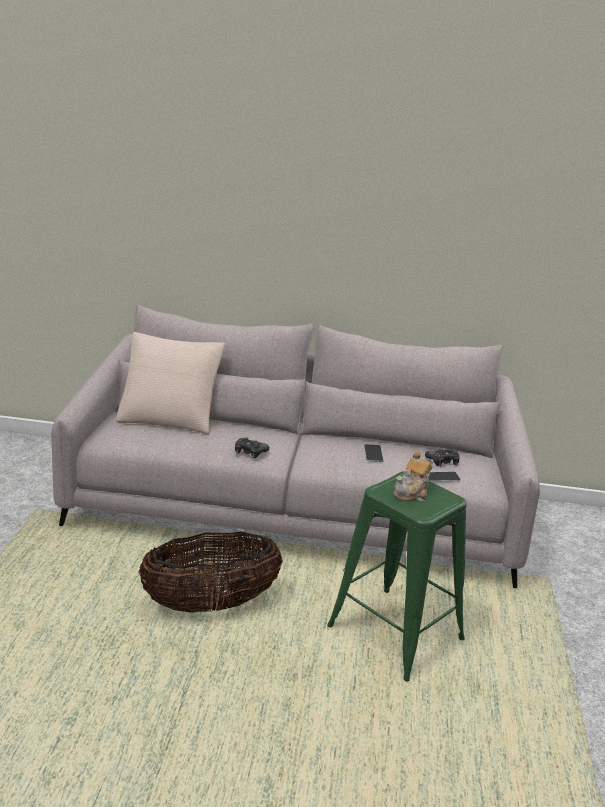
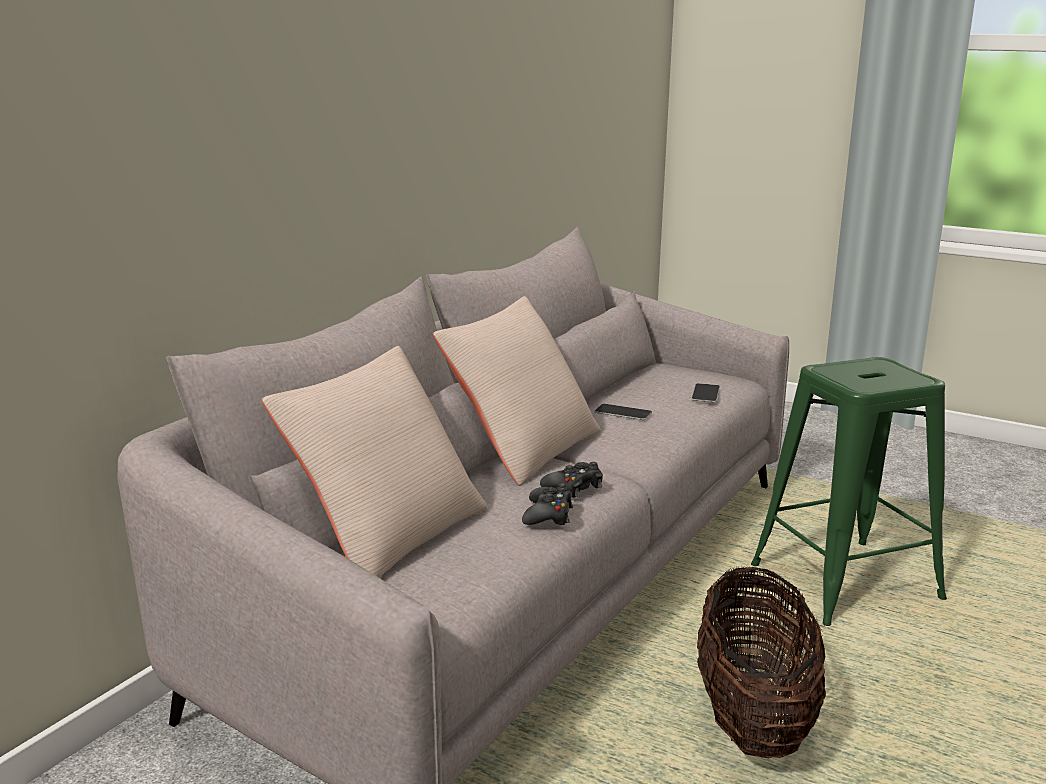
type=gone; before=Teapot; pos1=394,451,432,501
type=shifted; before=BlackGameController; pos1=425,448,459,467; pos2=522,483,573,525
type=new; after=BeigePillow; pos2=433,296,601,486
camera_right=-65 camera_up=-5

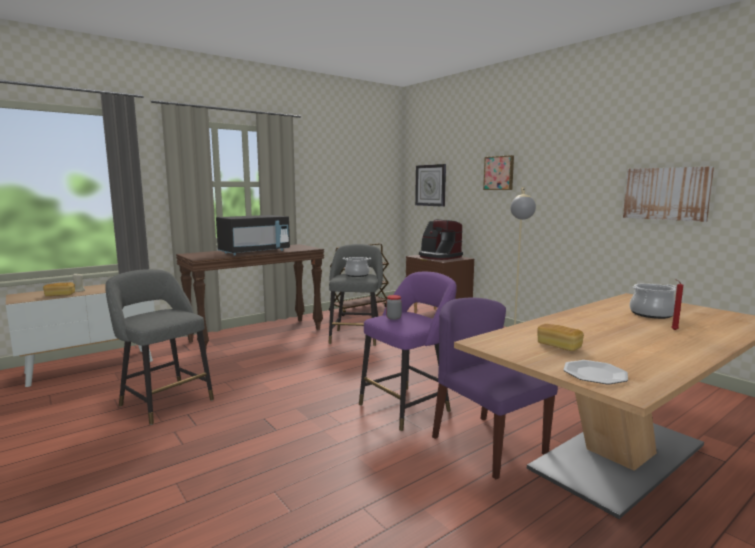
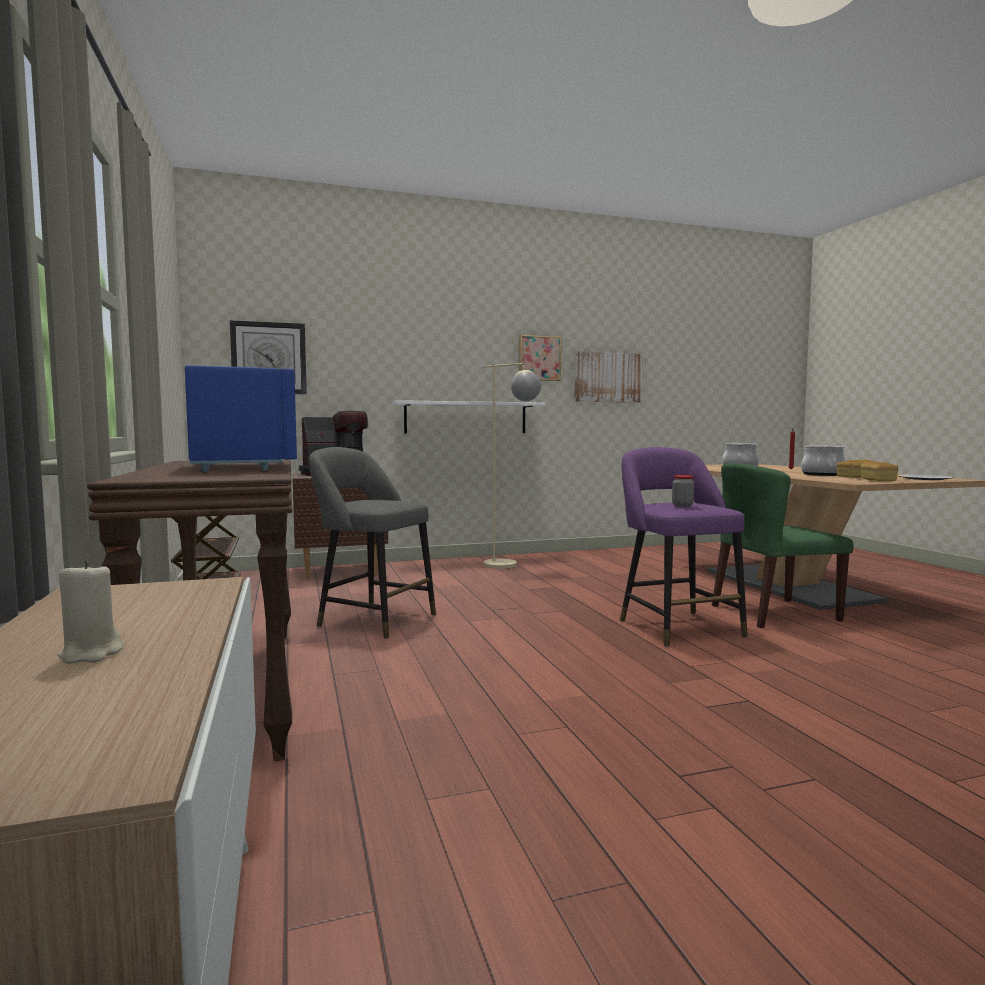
type=shifted; before=Bread; pos1=43,282,75,296; pos2=860,461,898,481
type=gone; before=GreyStool; pos1=105,269,214,425
type=repainted; before=BlackMicrowave; after=BlueMicrowave; pos1=216,215,290,256; pos2=185,365,297,472
type=shifted; before=CookingPot; pos1=343,257,371,277; pos2=801,445,846,476
type=repainted; before=PurpleChair; after=GreenChair; pos1=432,297,558,479; pos2=712,463,853,628
type=shifted; before=Picture; pos1=483,155,514,190; pos2=519,335,561,381
type=new; after=WhiteShelf; pos2=392,400,545,433
camera_right=-70 camera_up=-5

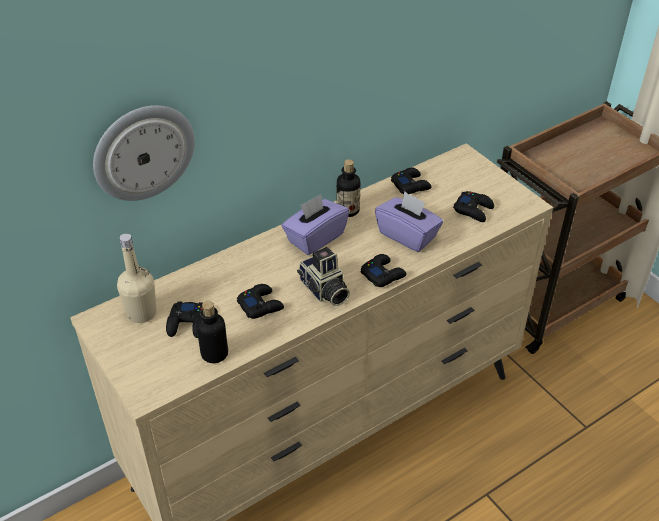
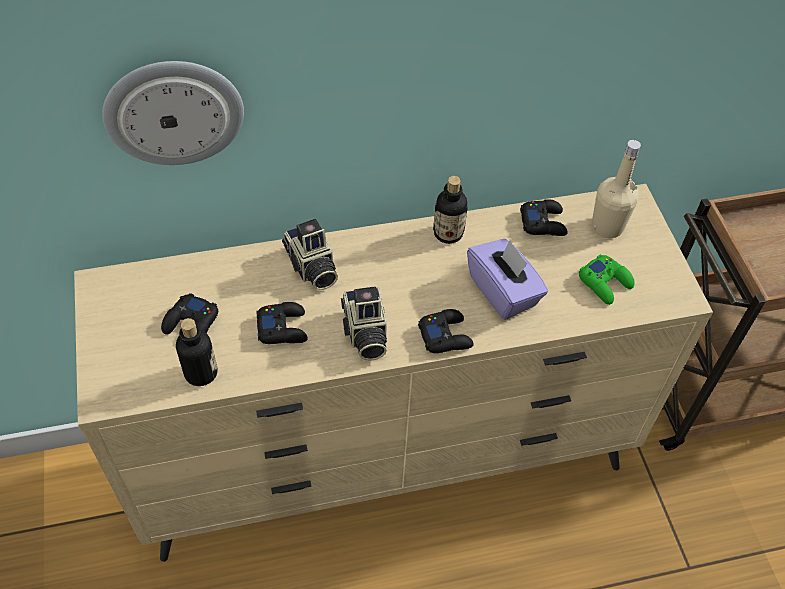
type=shifted; before=BeigeBottle; pos1=117,233,156,323; pos2=592,140,641,238
type=gone; before=PurpleTissueBox; pos1=282,194,349,255
type=repainted; before=BlackGameController; after=GreenGameController; pos1=453,191,494,222; pos2=579,254,635,305
type=new; after=PhotoCamera; pos2=282,219,338,290
camera_right=20 camera_up=10

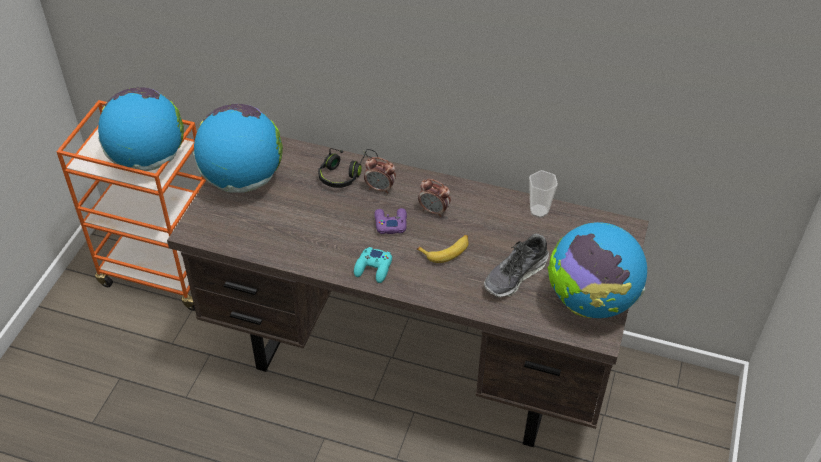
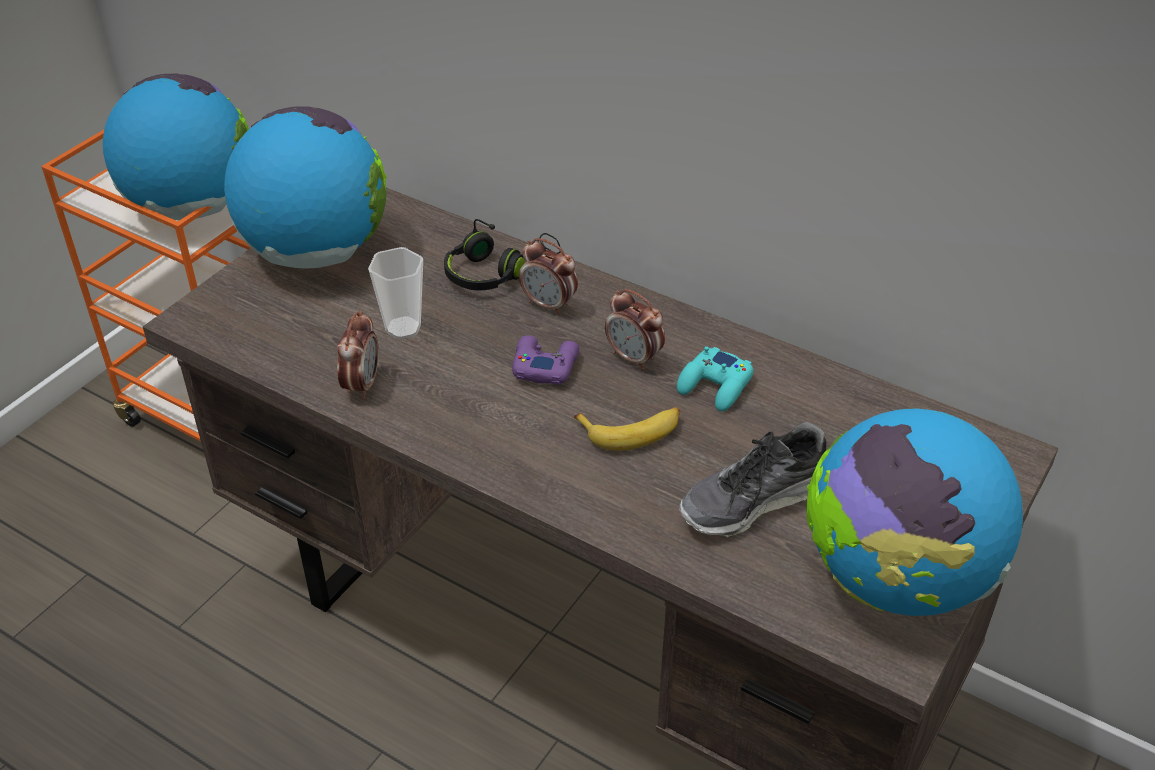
type=shifted; before=TurquoiseGameController; pos1=354,247,392,283; pos2=677,346,753,411
type=shifted; before=Cup; pos1=529,170,558,218; pos2=368,247,423,339
type=new; after=AlarmClock; pos2=337,311,379,399
camera_right=15 camera_up=-5

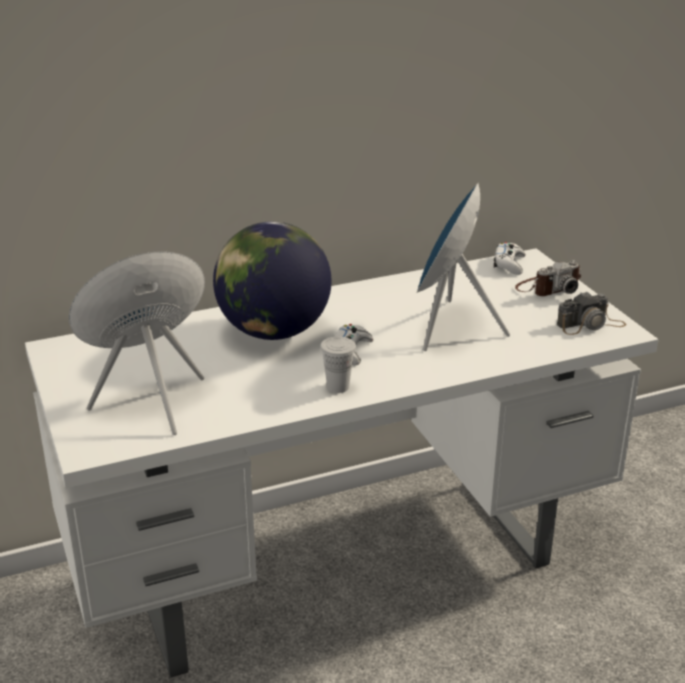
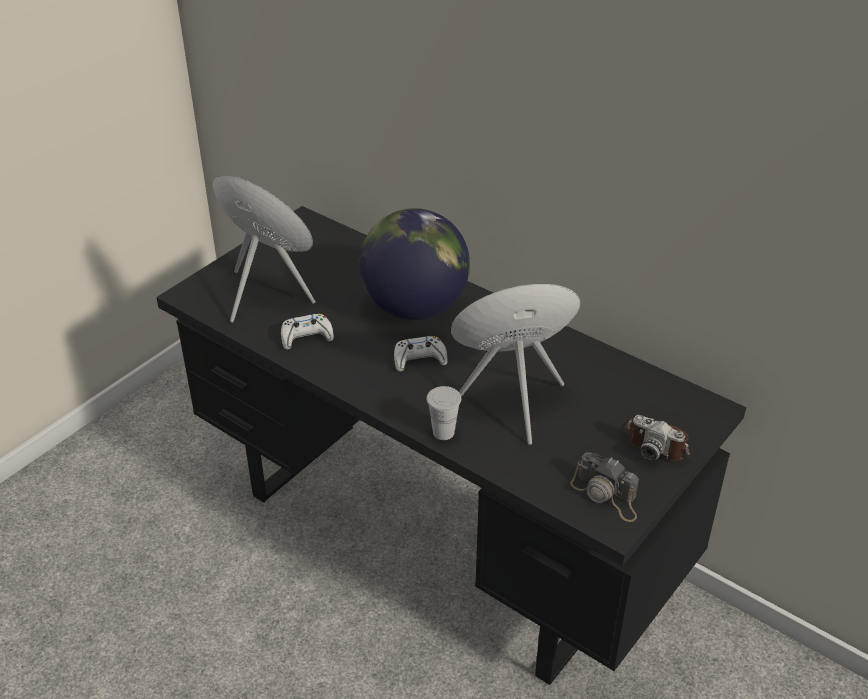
type=repainted; before=WhiteDesk; after=BlackDesk; pos1=25,248,659,678; pos2=156,206,746,685
type=shifted; before=WhiteCup; pos1=320,336,356,393; pos2=426,386,461,440
type=shifted; before=WhiteGameController; pos1=494,242,526,275; pos2=281,314,334,350
camera_right=60 camera_up=10

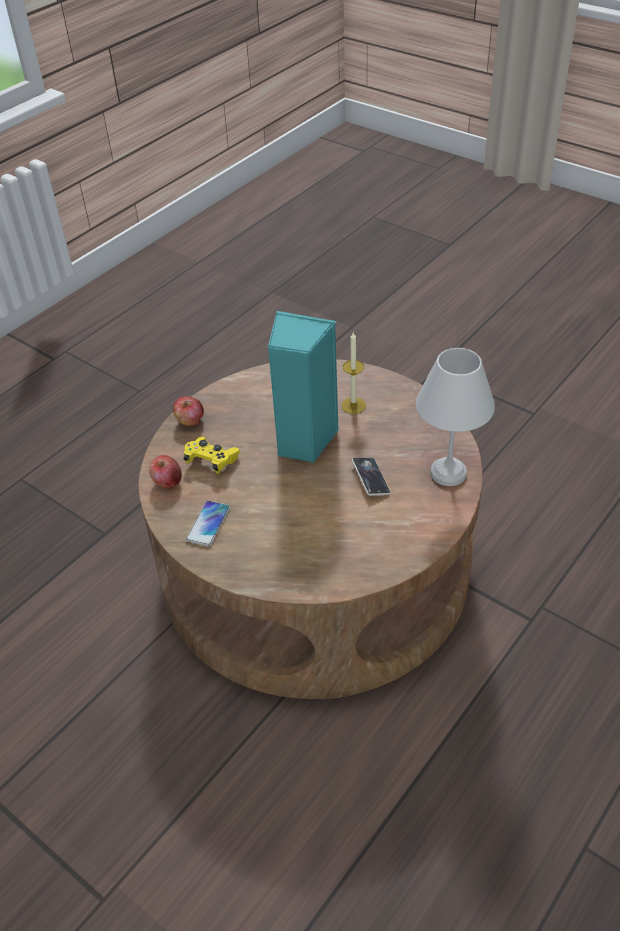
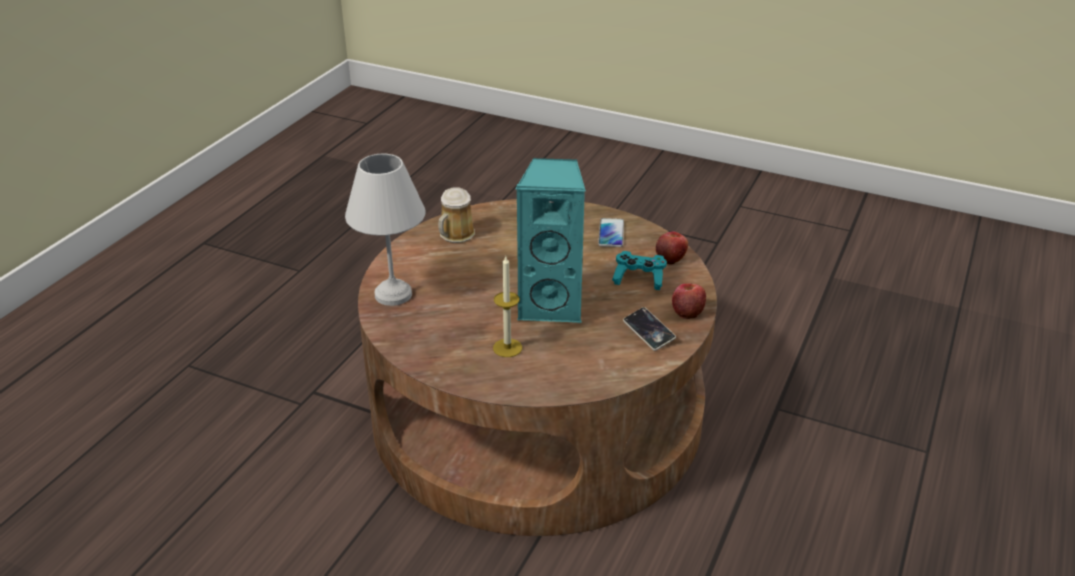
type=repainted; before=YellowGameController; after=TurquoiseGameController; pos1=183,437,240,474; pos2=612,251,667,290
type=shifted; before=Phone; pos1=352,457,391,496; pos2=623,307,676,351
type=new; after=Mug; pos2=438,187,475,243
camera_right=165 camera_up=-10

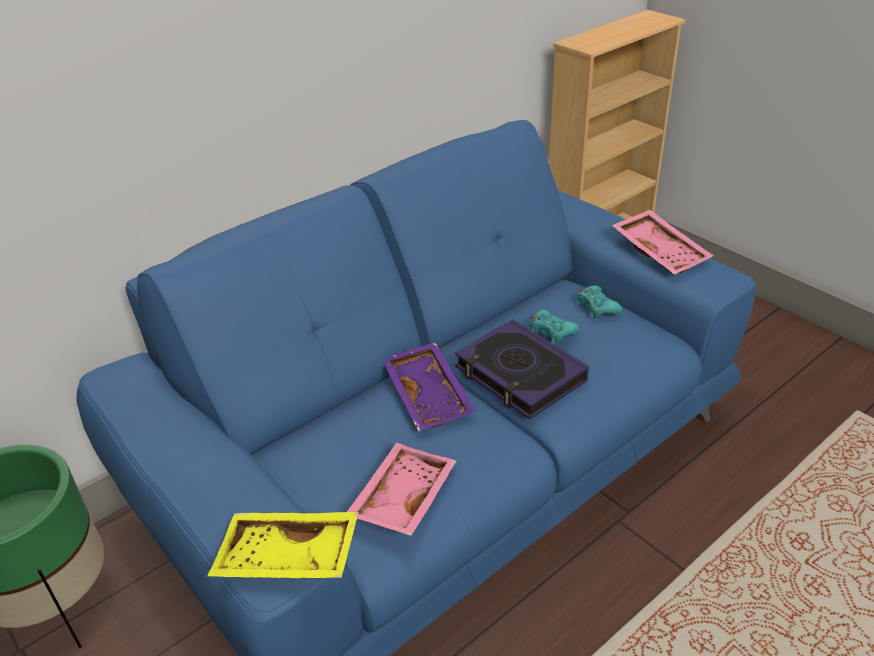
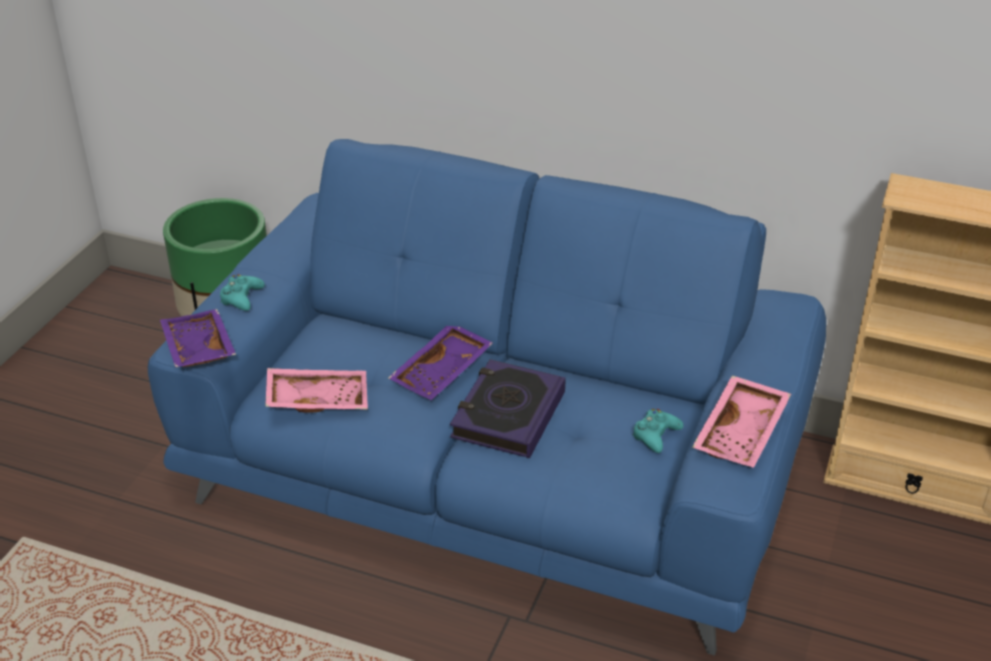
type=repainted; before=YellowTray; after=PurpleTray; pos1=208,512,359,578; pos2=160,309,236,368
type=shifted; before=TurquoiseGameController; pos1=530,310,579,344; pos2=220,274,265,311
camera_right=60 camera_up=0

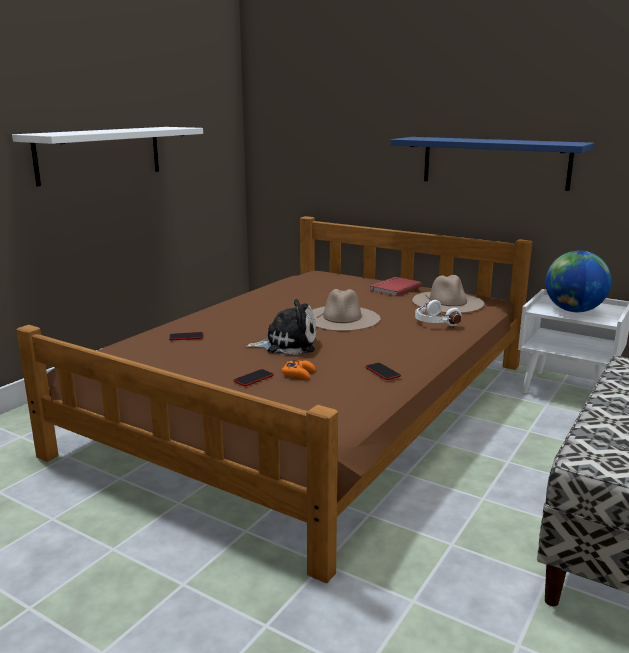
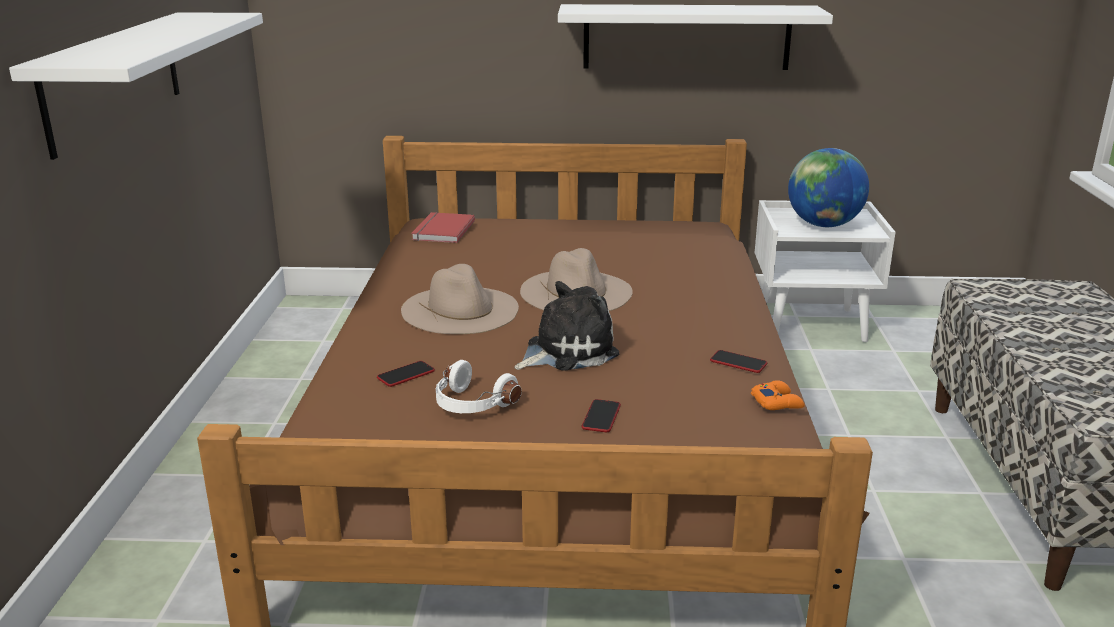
type=shifted; before=OrangeGameController; pos1=282,360,316,379; pos2=751,380,805,410
type=shifted; before=RedBook; pos1=370,277,422,296; pos2=411,212,475,243
type=repainted; before=BlueShelf; after=WhiteShelf; pos1=390,137,595,191; pos2=558,4,833,70
type=shifted; before=BeigeHat; pos1=412,275,484,313; pos2=401,264,519,334
type=shifted; before=WhiteHeadphones; pos1=415,300,462,326; pos2=436,360,522,413
camera_right=-30 camera_up=5

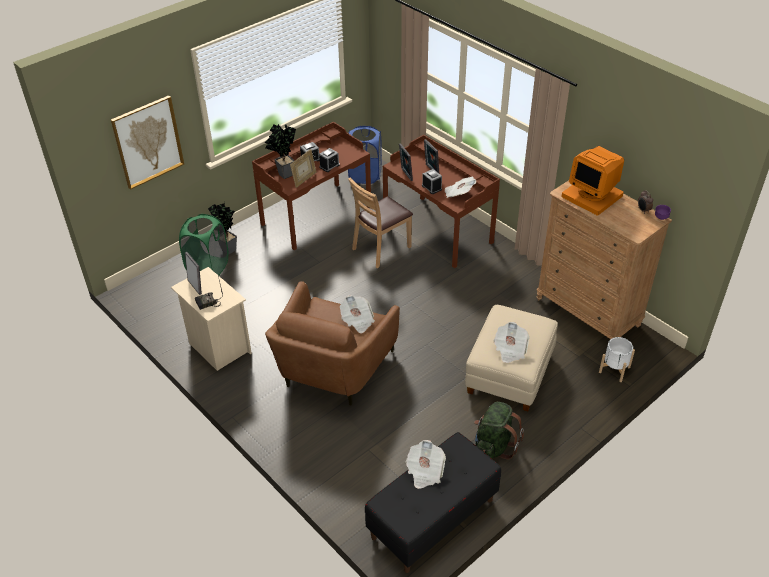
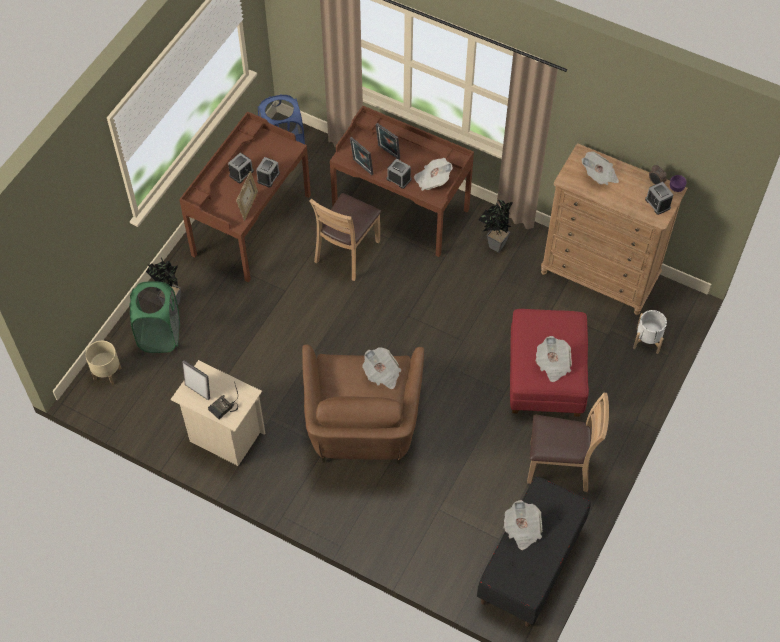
type=gone; before=Picture; pos1=111,95,184,190
type=shifted; before=PottedPlant; pos1=265,124,296,179; pos2=478,200,513,253
type=repainted; before=BeigeOttoman; after=RedOttoman; pos1=465,305,558,411; pos2=510,309,589,417
type=swapped; before=GreenBackpack; after=BrownChair; pos1=474,402,524,459; pos2=527,393,609,492
type=swapped; before=Monitor; after=Newspaper; pos1=562,146,624,216; pos2=581,151,619,185
type=new; after=BeigePlanter; pos2=85,341,122,385
type=new; after=AlarmClock; pos2=645,182,673,215
camera_right=-20 camera_up=15

